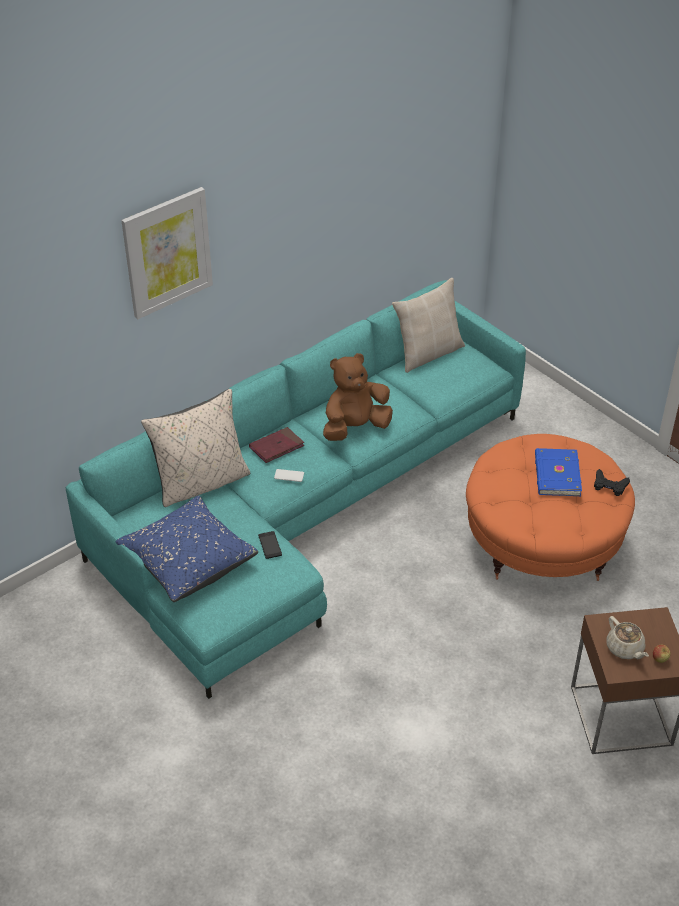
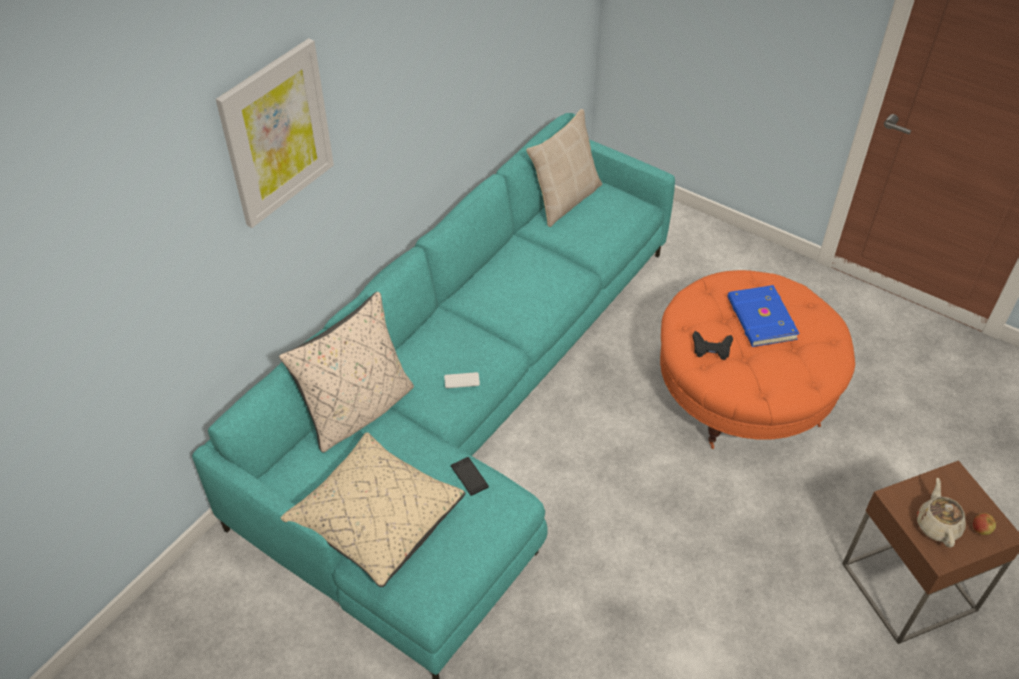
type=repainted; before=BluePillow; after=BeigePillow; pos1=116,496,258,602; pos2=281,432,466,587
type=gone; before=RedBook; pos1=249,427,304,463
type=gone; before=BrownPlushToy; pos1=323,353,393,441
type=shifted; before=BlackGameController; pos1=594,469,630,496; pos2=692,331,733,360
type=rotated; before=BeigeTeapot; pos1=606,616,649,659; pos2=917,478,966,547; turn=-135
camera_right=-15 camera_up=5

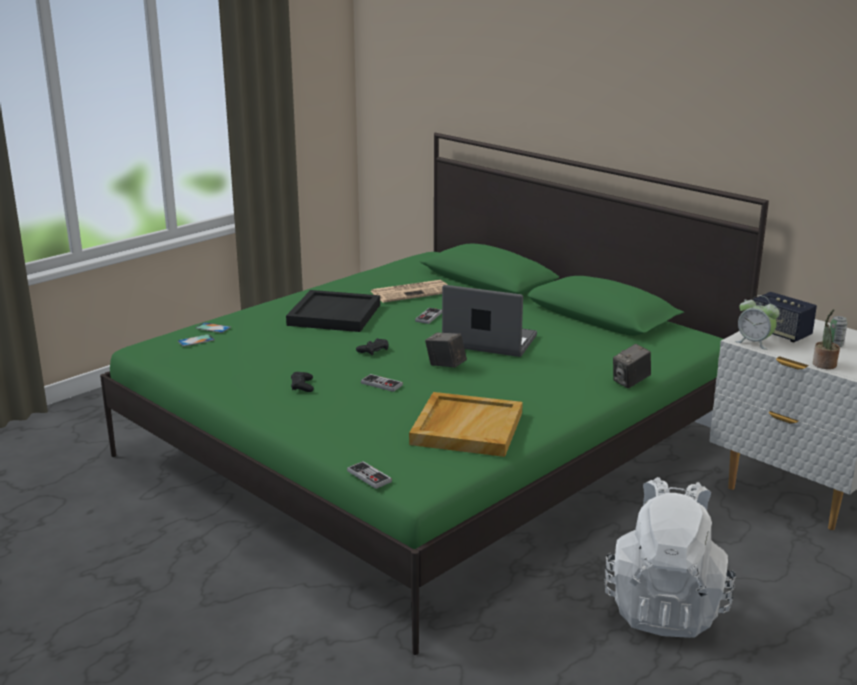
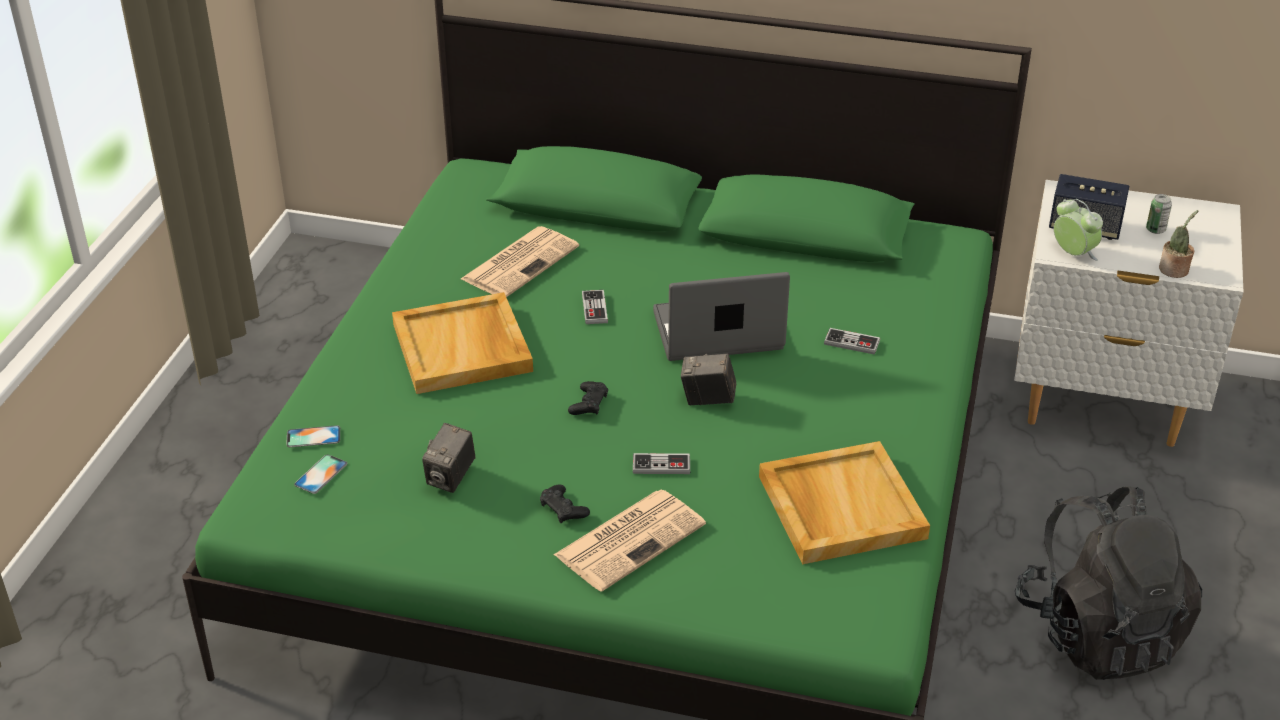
type=repainted; before=BlackTray; after=BeigeTray; pos1=286,290,380,332; pos2=392,292,533,394
type=shifted; before=GameController; pos1=347,461,392,489; pos2=824,328,880,355
type=repainted; before=WhiteBackpack; after=BlackBackpack; pos1=604,477,736,638; pos2=1015,486,1202,680
type=shifted; before=PhotoCamera; pos1=613,344,651,388; pos2=422,423,475,493
type=rotated; before=AlarmClock; pos1=735,295,780,350; pos2=1054,199,1103,261; turn=-135
type=new; after=Newspaper; pos2=554,490,706,591
camera_right=-30 camera_up=15

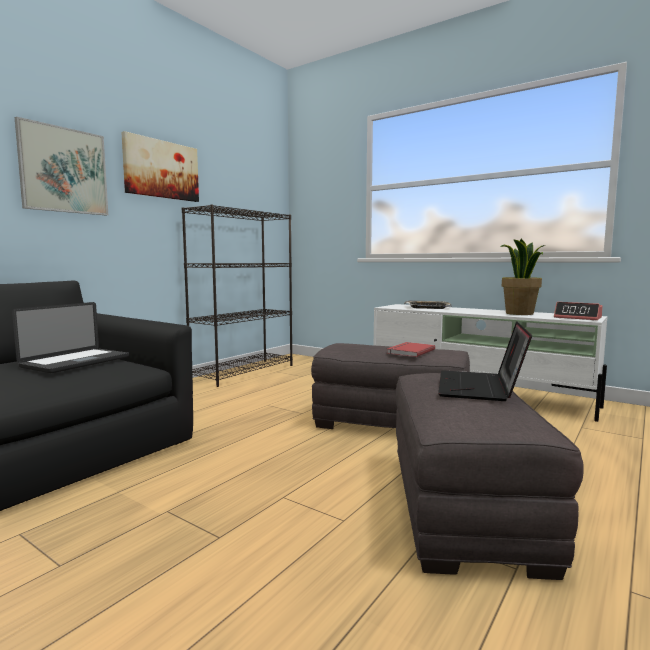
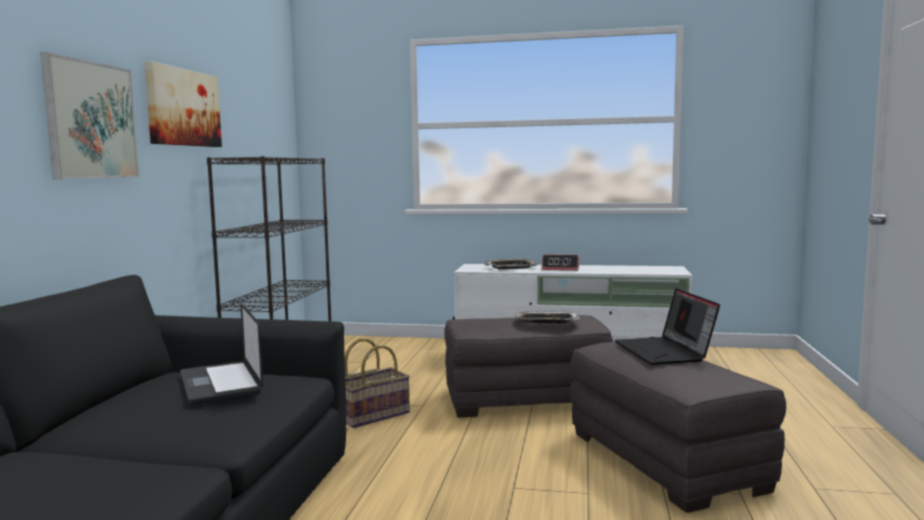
type=rotated; before=Laptop; pos1=12,302,129,373; pos2=180,303,263,405; turn=150
type=swapped; before=RedBook; after=Tray; pos1=387,342,435,357; pos2=514,311,580,324
type=gone; before=PottedPlant; pos1=500,239,545,315
type=shifted; before=AlarmClock; pos1=554,302,603,320; pos2=542,255,579,271
type=new; after=Basket; pos2=345,338,410,428
camera_right=-25 camera_up=0

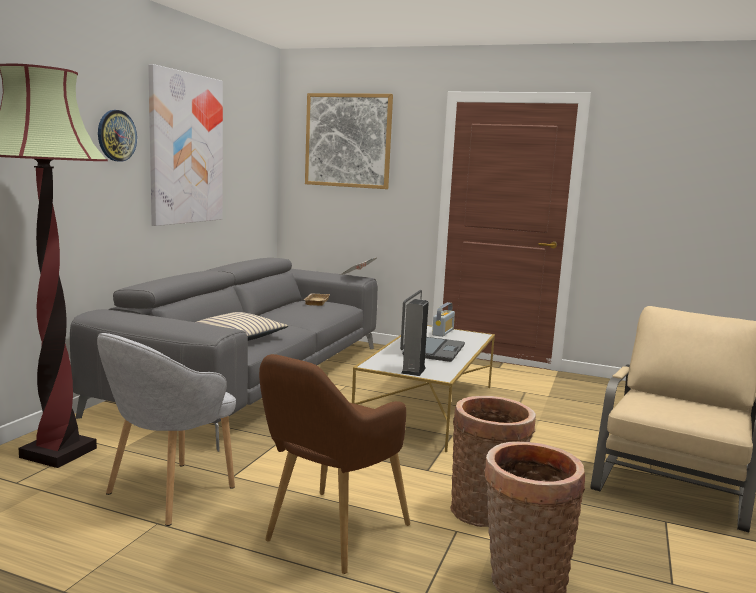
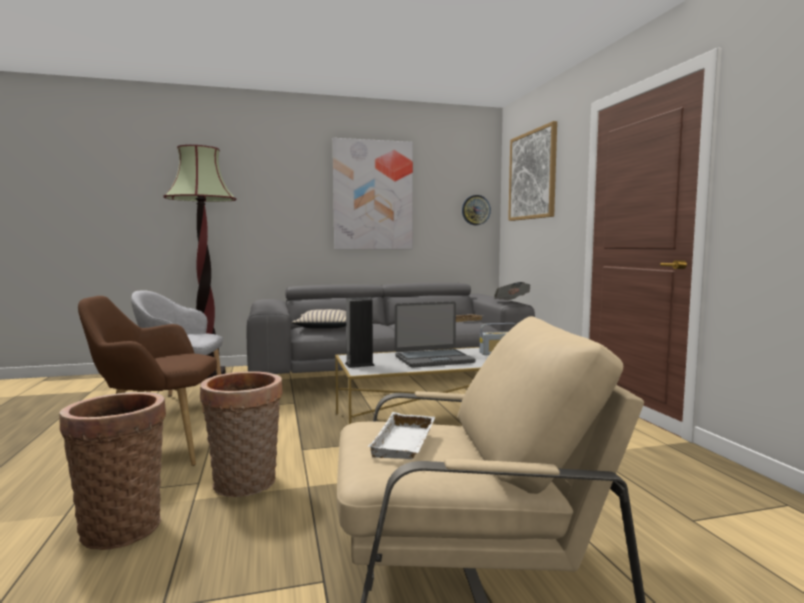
type=shifted; before=WallClock; pos1=98,110,137,162; pos2=462,195,491,225
type=new; after=WhiteTray; pos2=368,412,435,459
camera_right=55 camera_up=-5

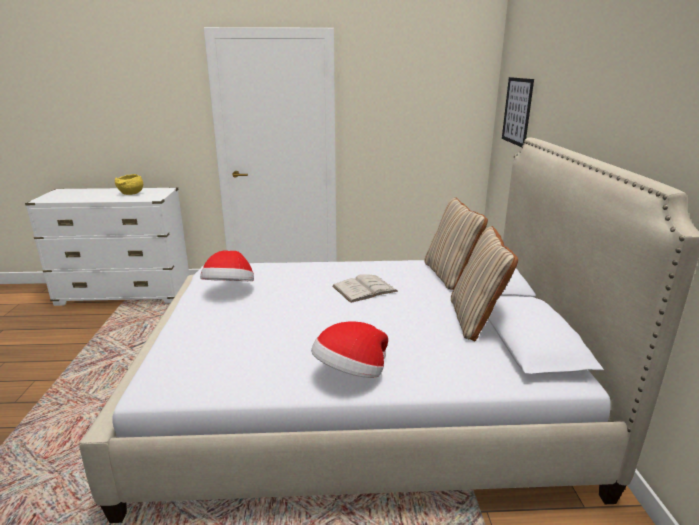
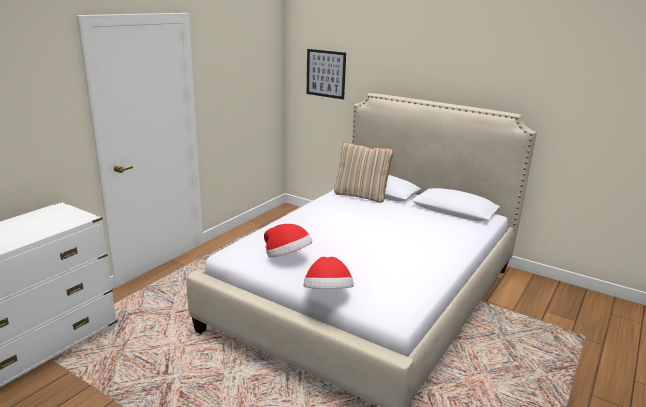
type=gone; before=YellowBowl; pos1=115,174,143,195
type=shifted; before=Hat; pos1=311,322,388,378; pos2=304,257,354,289
type=gone; before=WhiteBook; pos1=332,274,398,303
type=gone; before=BeigePillow; pos1=451,226,518,341
camera_right=-55 camera_up=0

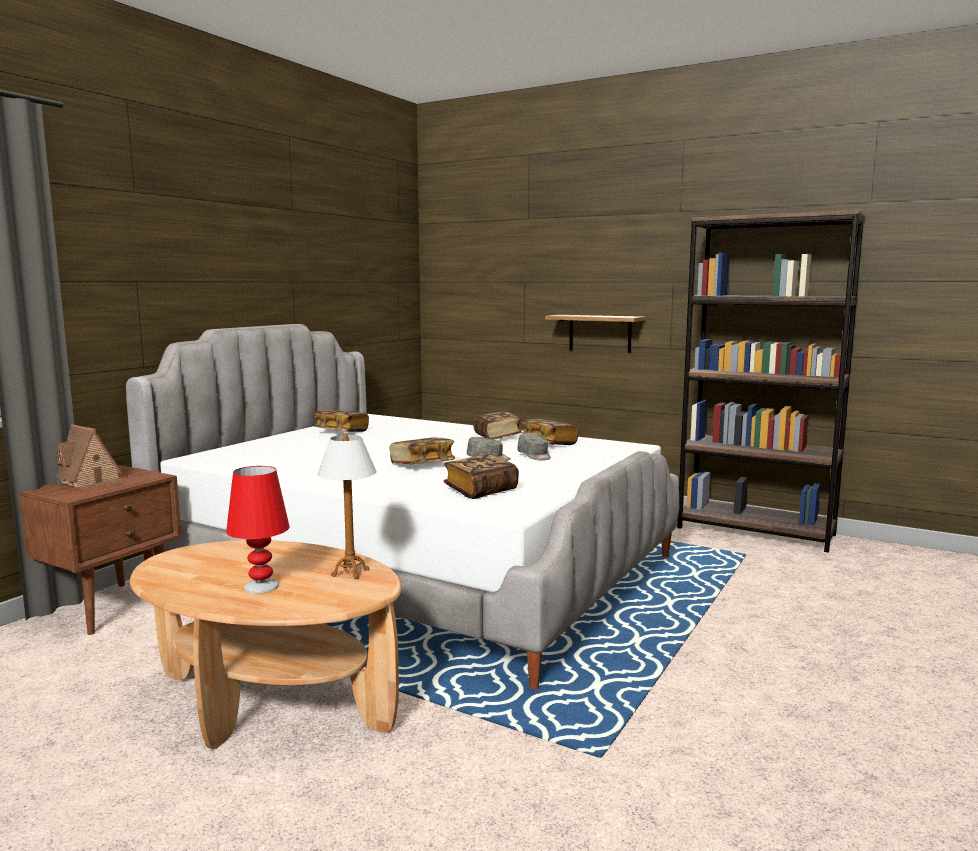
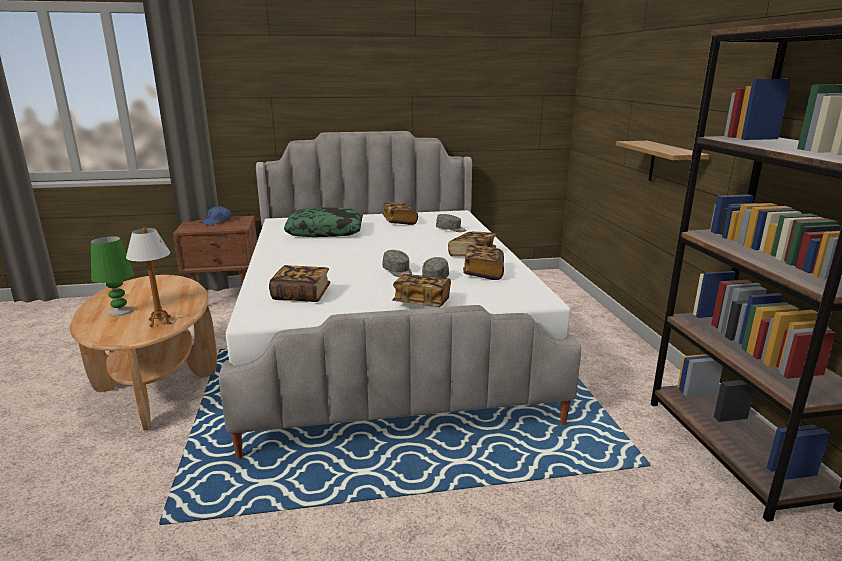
type=swapped; before=ToyHouse; after=BlueCap; pos1=56,425,125,490; pos2=199,206,231,226
type=repainted; before=RedTableLamp; after=GreenTableLamp; pos1=226,466,290,594; pos2=91,236,134,316
type=shifted; before=Book; pos1=390,437,455,464; pos2=392,274,451,307
type=new; after=Pillow; pos2=284,207,363,237
type=new; after=GreyCap; pos2=436,214,466,232
camera_right=50 camera_up=10

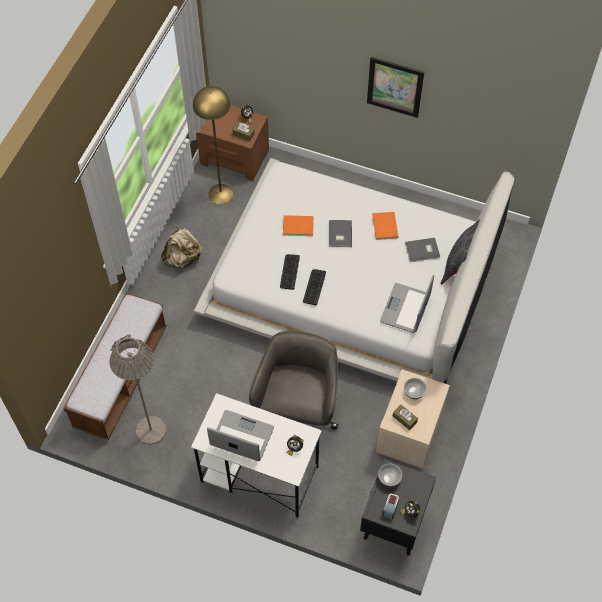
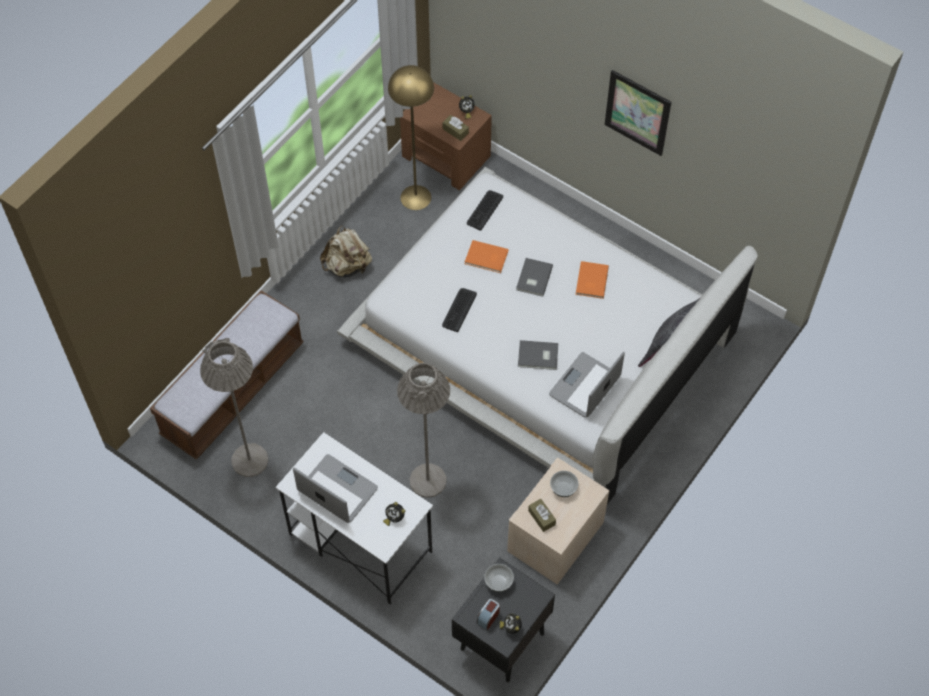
type=swapped; before=GreyOfficeChair; after=GreyFloorLamp; pos1=249,331,338,429; pos2=397,363,450,498
type=shifted; before=Keyboard; pos1=303,269,326,306; pos2=467,190,503,231
type=shifted; before=GreyBook; pos1=405,238,440,262; pos2=518,340,559,370
camera_right=15 camera_up=0

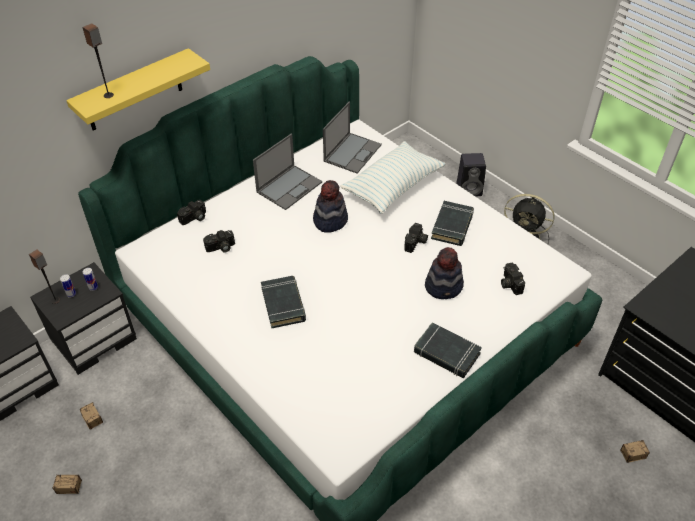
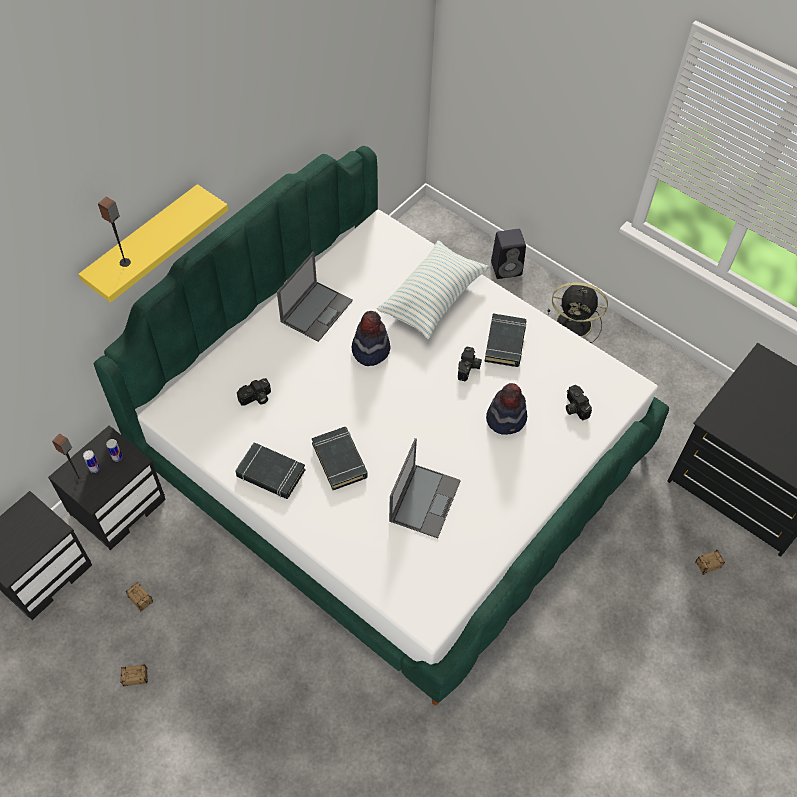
type=gone; before=PhotoCamera; pos1=177,200,206,225
type=shifted; before=Laptop; pos1=323,102,382,173; pos2=389,438,461,538
type=shifted; before=BlackBook; pos1=414,322,482,378; pos2=235,442,305,499
camera_right=-10 camera_up=10

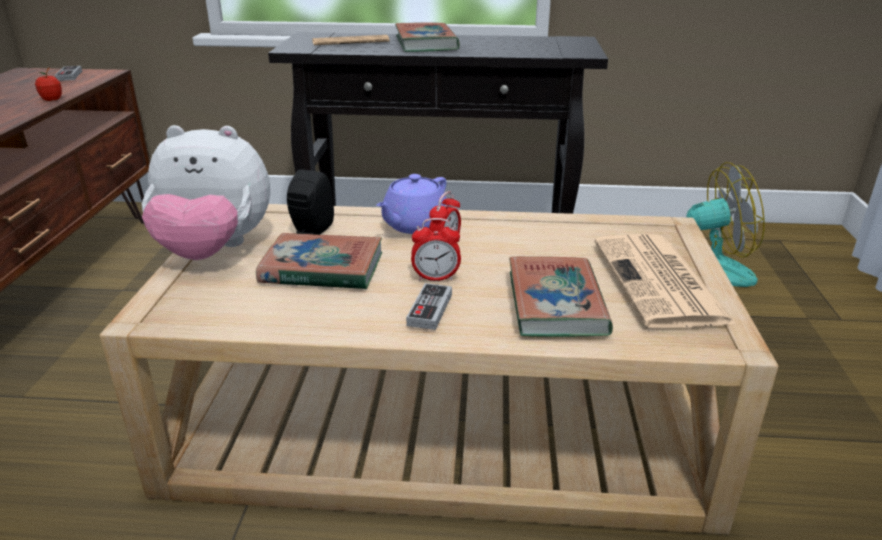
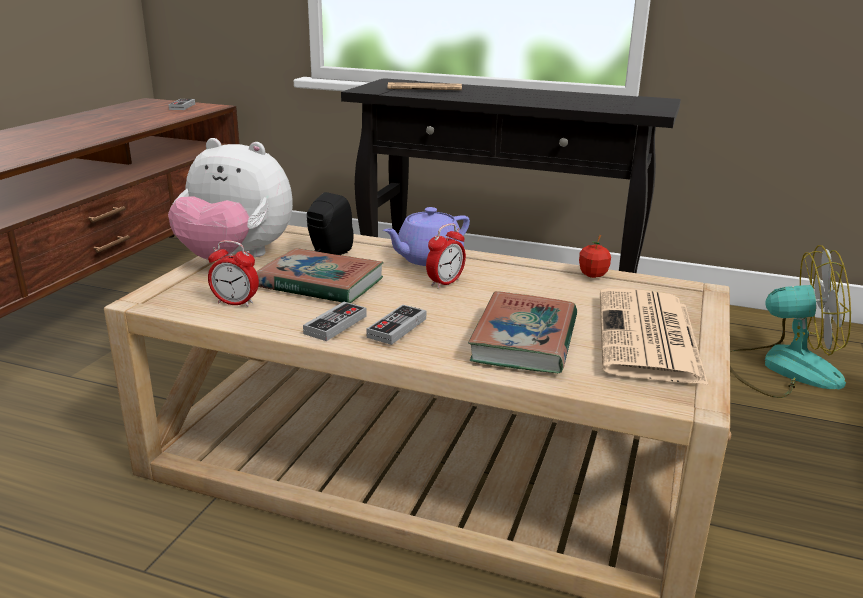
type=shifted; before=Apple; pos1=35,68,62,101; pos2=579,235,611,278
type=gone; before=Book; pos1=395,22,460,52
type=shifted; before=AlarmClock; pos1=411,218,461,281; pos2=208,240,259,307
type=new; after=GameController; pos2=303,302,367,341
camera_right=15 camera_up=-5

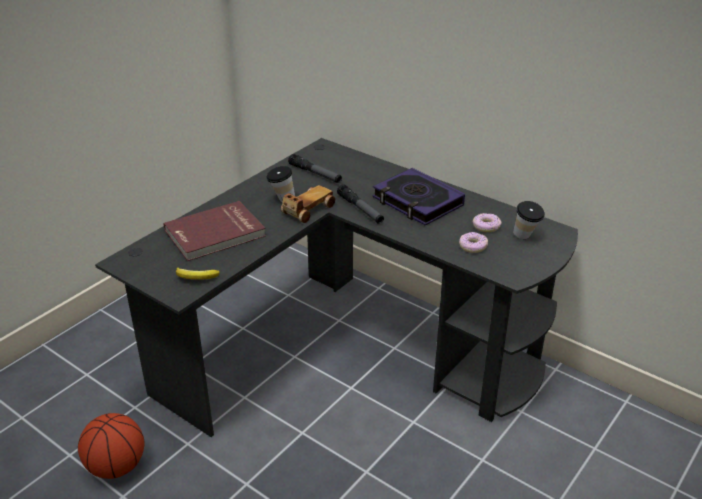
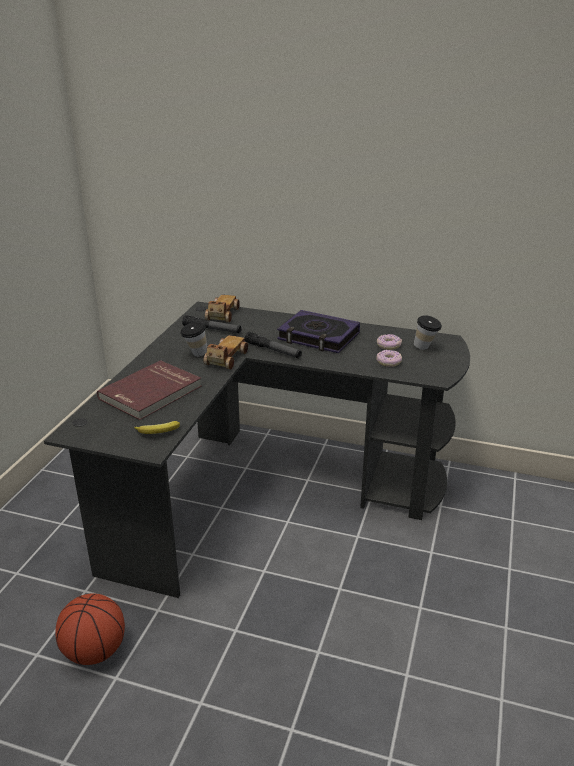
type=new; after=ToyCar; pos2=205,295,240,322
camera_right=-20 camera_up=-5

